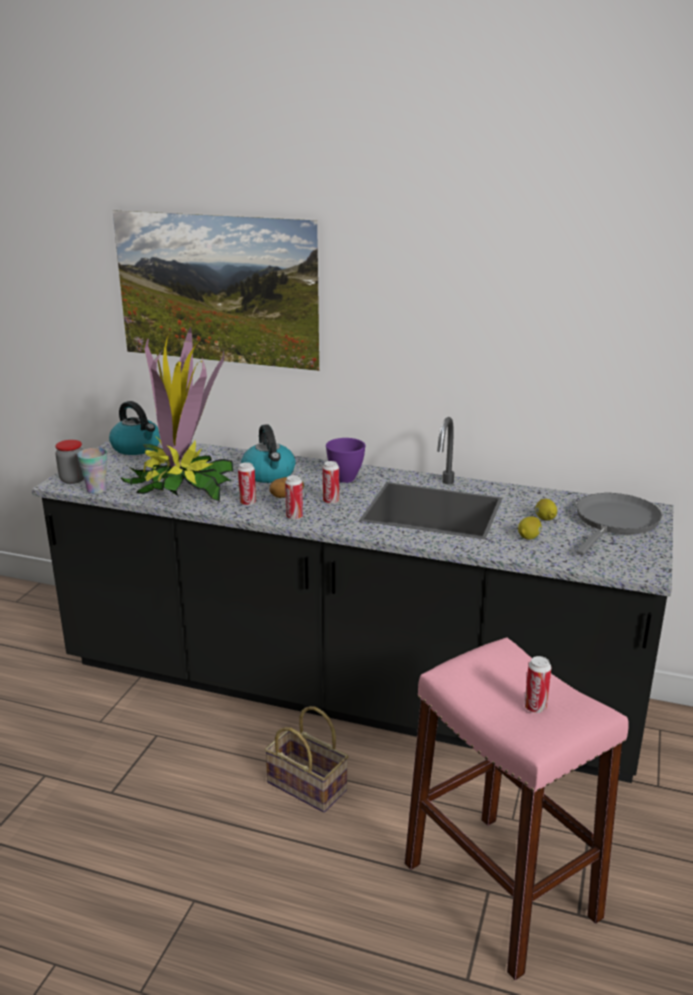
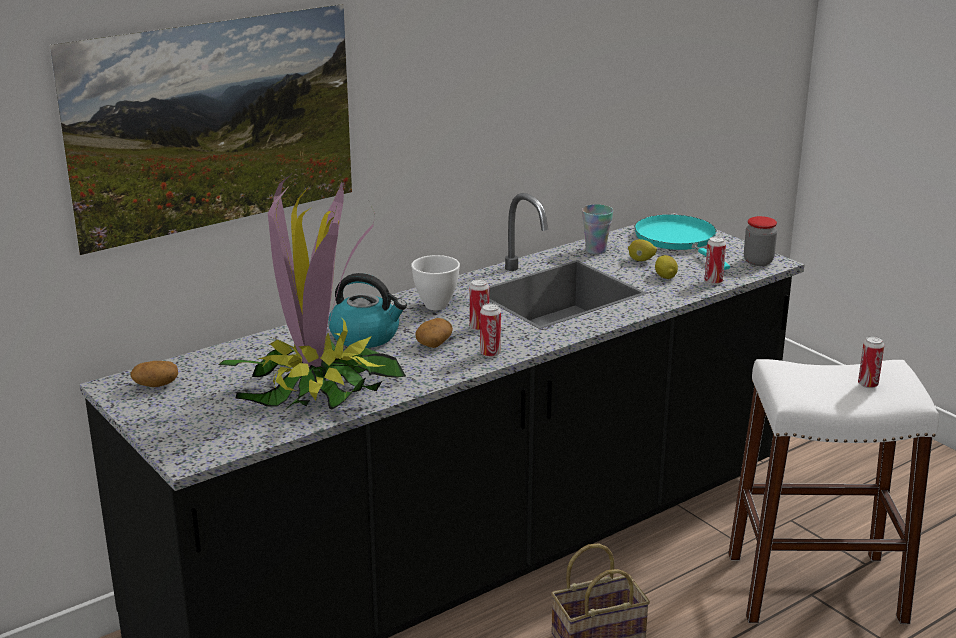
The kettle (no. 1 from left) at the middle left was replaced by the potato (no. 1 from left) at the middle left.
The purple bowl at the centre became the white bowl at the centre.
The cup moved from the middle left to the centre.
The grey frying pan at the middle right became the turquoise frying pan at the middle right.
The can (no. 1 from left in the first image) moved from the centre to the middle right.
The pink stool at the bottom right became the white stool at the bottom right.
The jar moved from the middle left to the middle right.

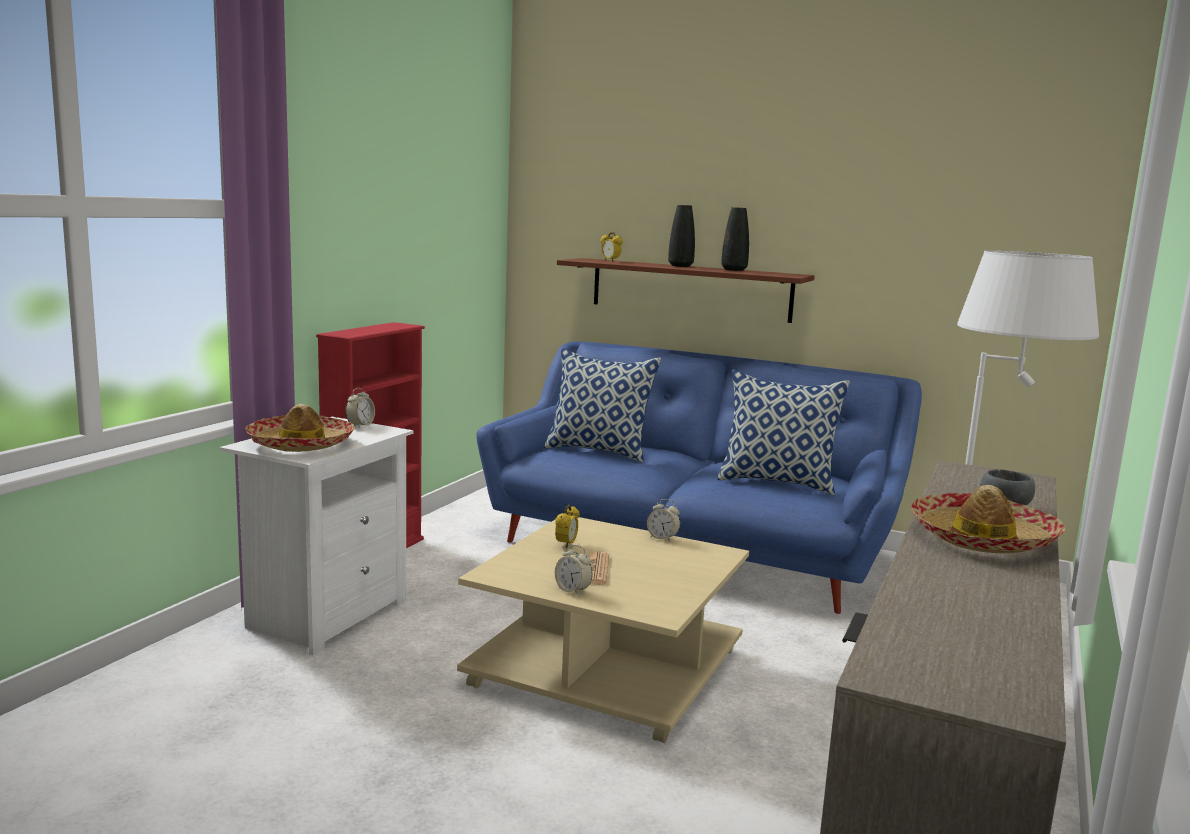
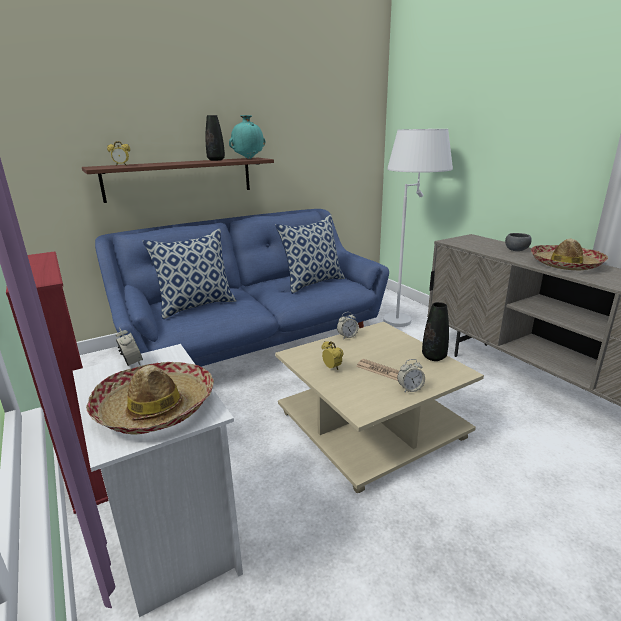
The turquoise vase at the top centre appeared.
The black vase (no. 1 from left in the first image) moved from the top centre to the middle right.

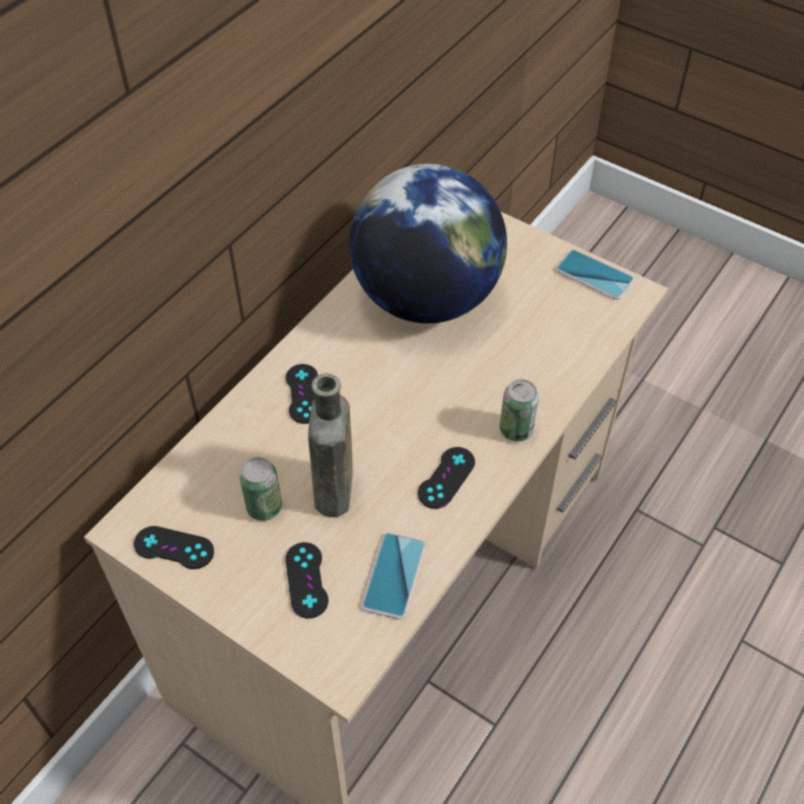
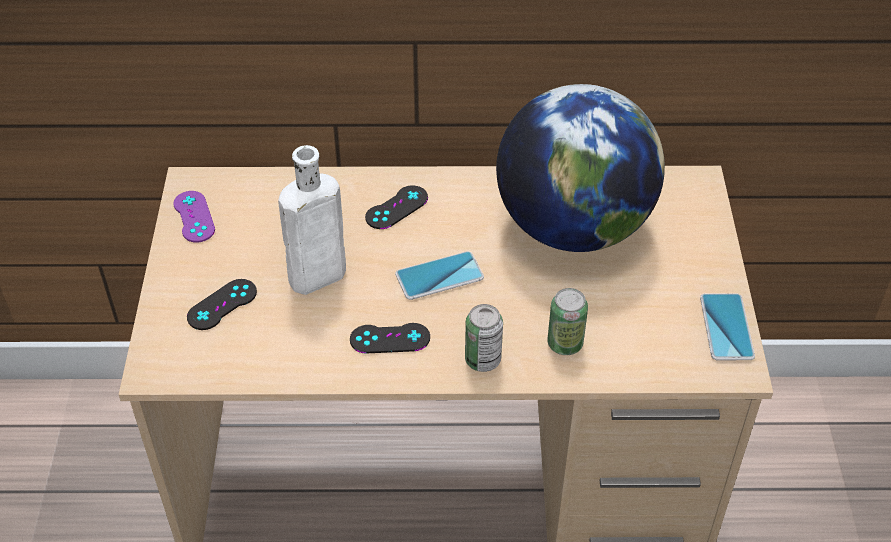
The black game controller (no. 1 from left) at the bottom left became the purple game controller at the middle left.
The brown bottle at the centre became the white bottle at the centre.
The phone (no. 1 from left) moved from the bottom centre to the centre.
The can (no. 1 from left in the first image) moved from the middle left to the centre.

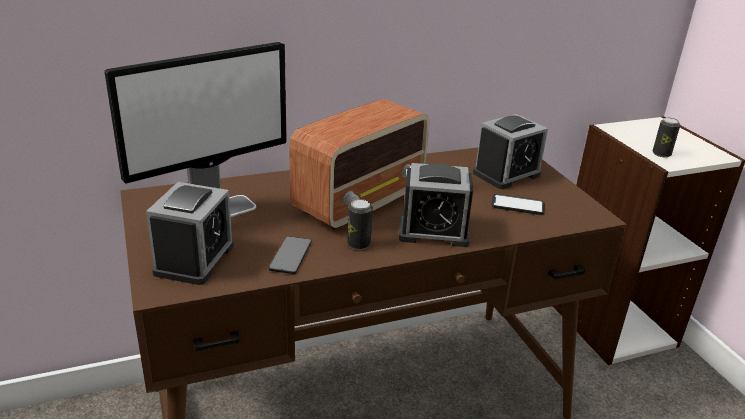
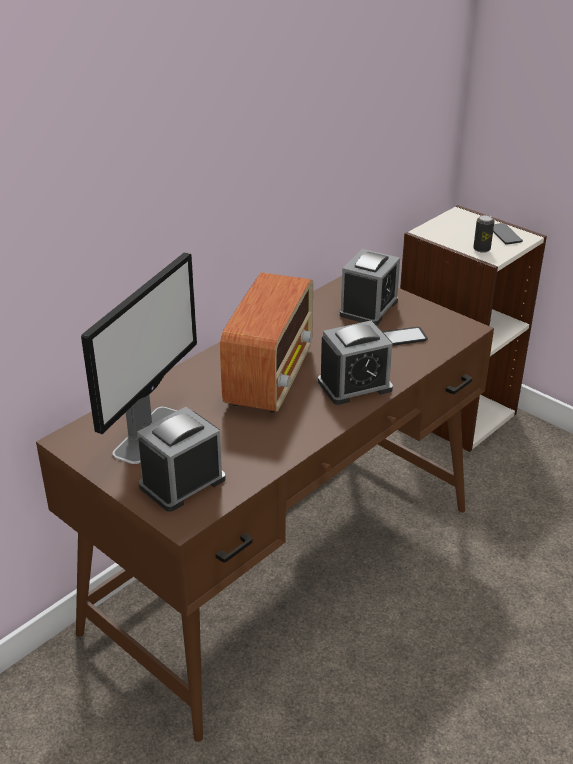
The alarm clock (no. 1 from left) at the middle left turned 120 degrees counterclockwise.
The phone (no. 1 from left in the first image) moved from the centre to the top right.
The can (no. 1 from left) at the centre disappeared.

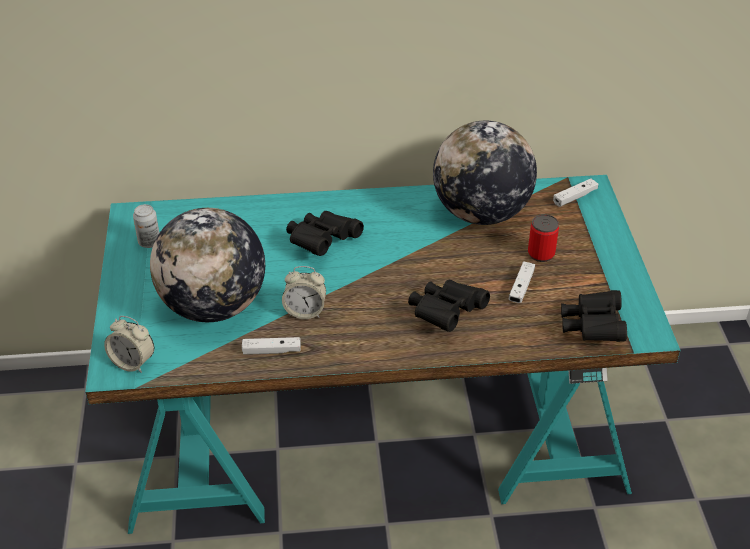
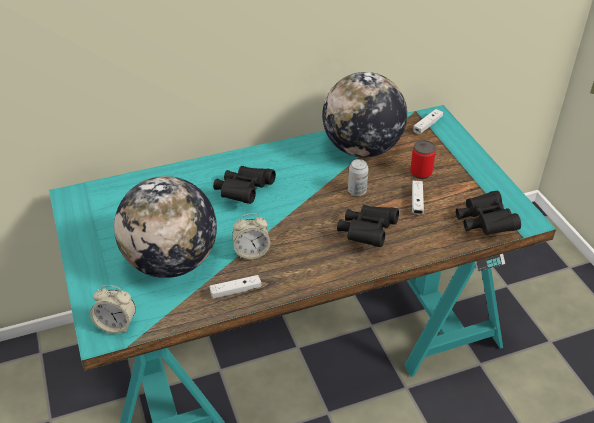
The can (no. 1 from left) moved from the middle left to the centre.

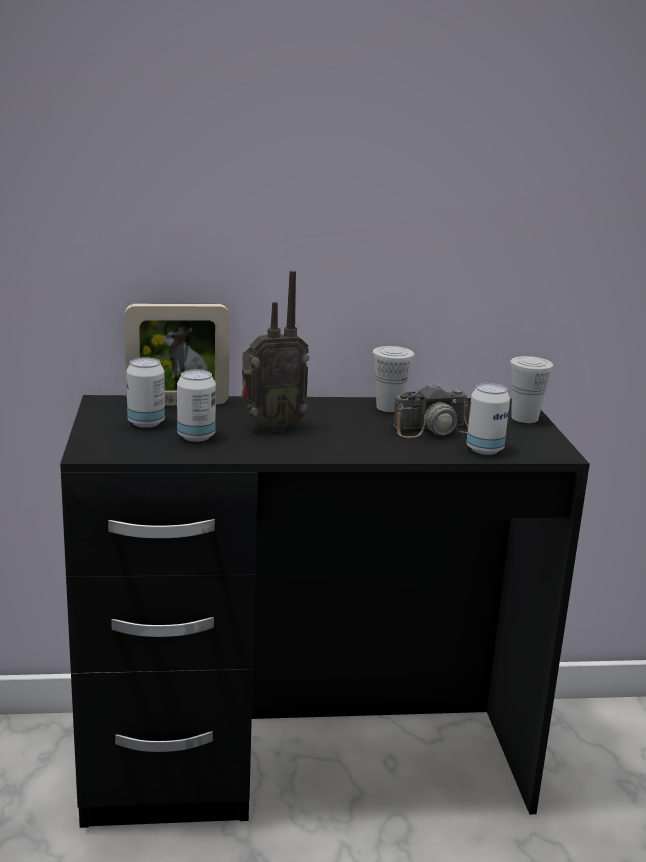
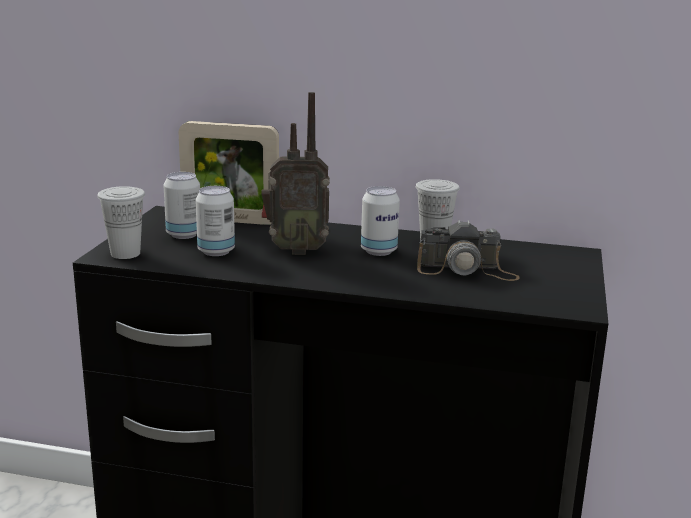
The white cup (no. 2 from left in the first image) moved from the middle right to the middle left.
The can (no. 3 from left) moved from the middle right to the centre.

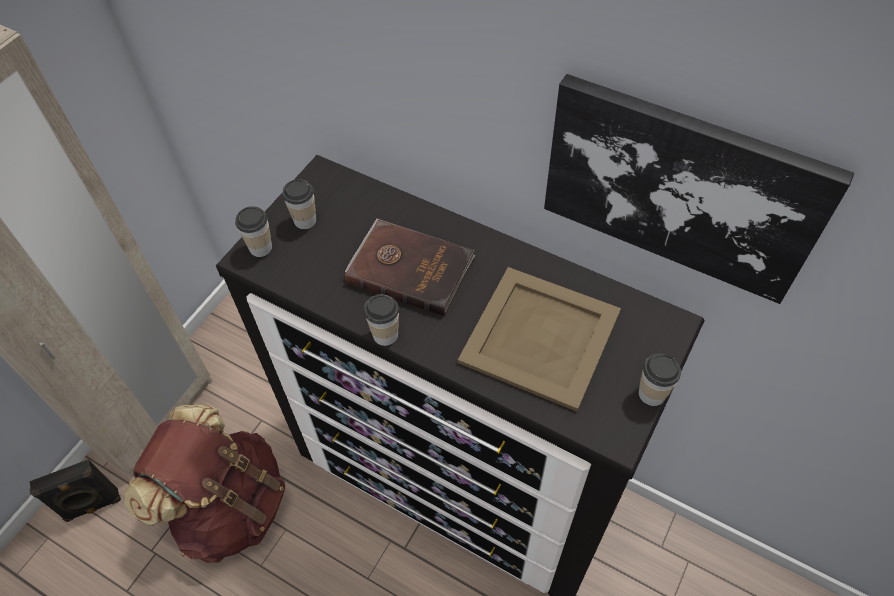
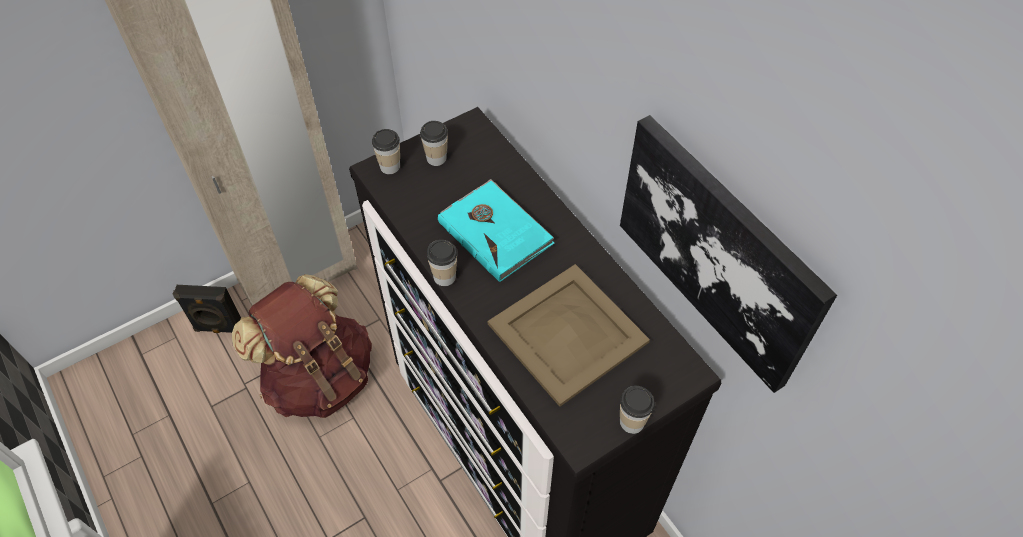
The brown book at the centre became the turquoise book at the centre.

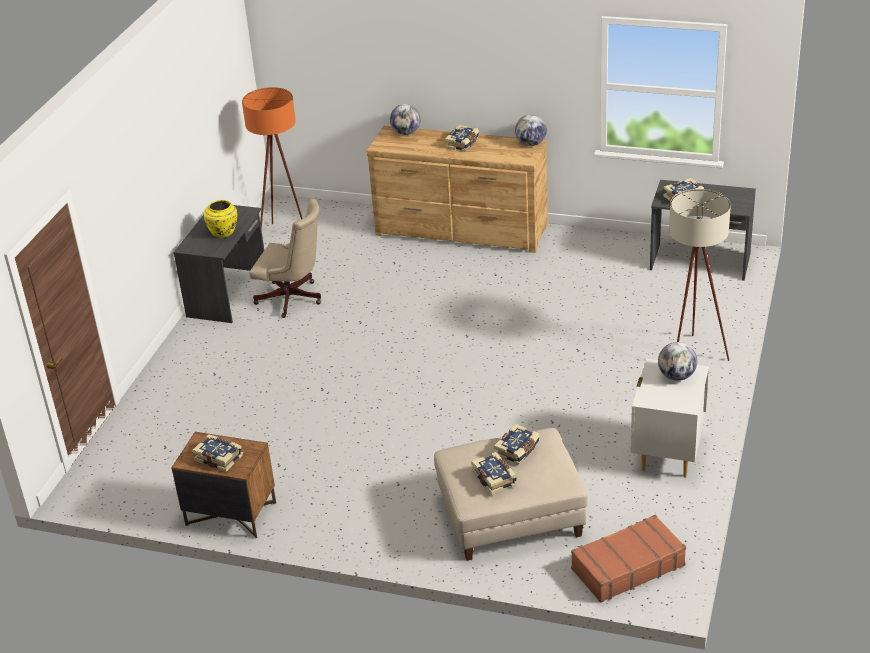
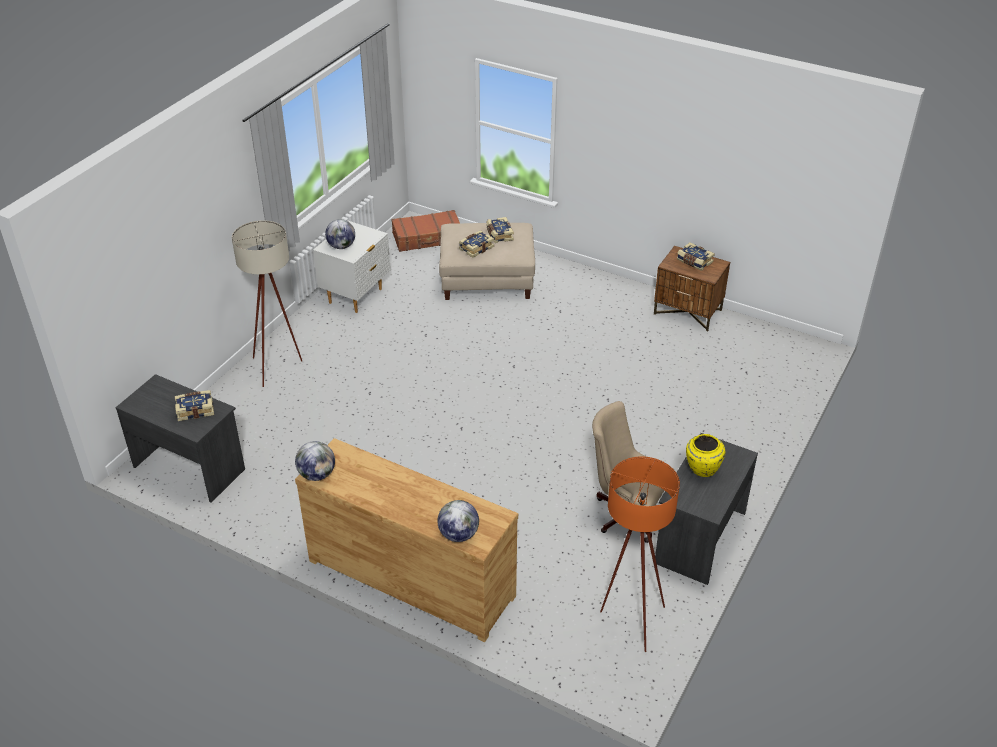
The book (no. 2 from left) at the top centre disappeared.

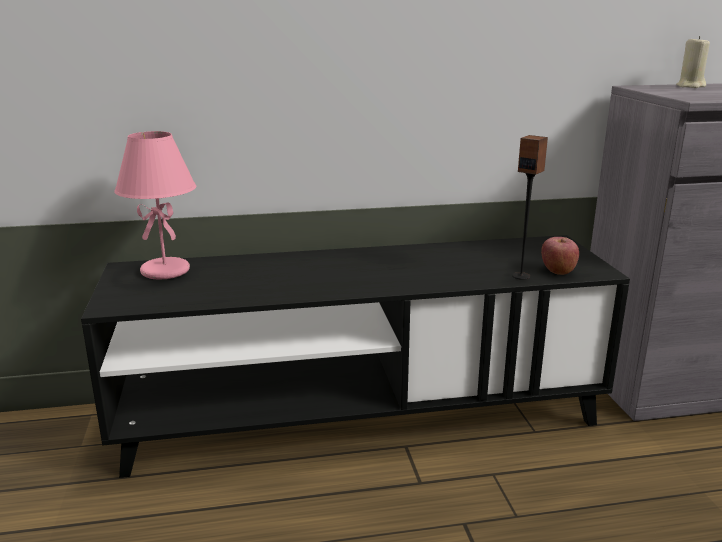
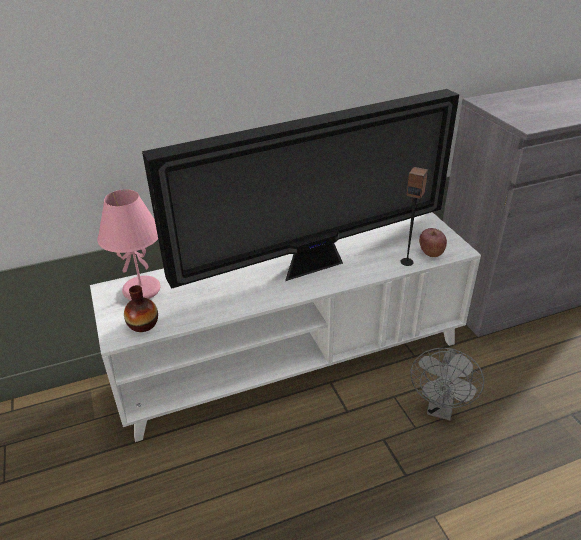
The black tv stand at the centre became the white tv stand at the centre.
The vase at the middle left appeared.
The television at the centre appeared.
The grey fan at the bottom right appeared.
The beige candle at the top right disappeared.

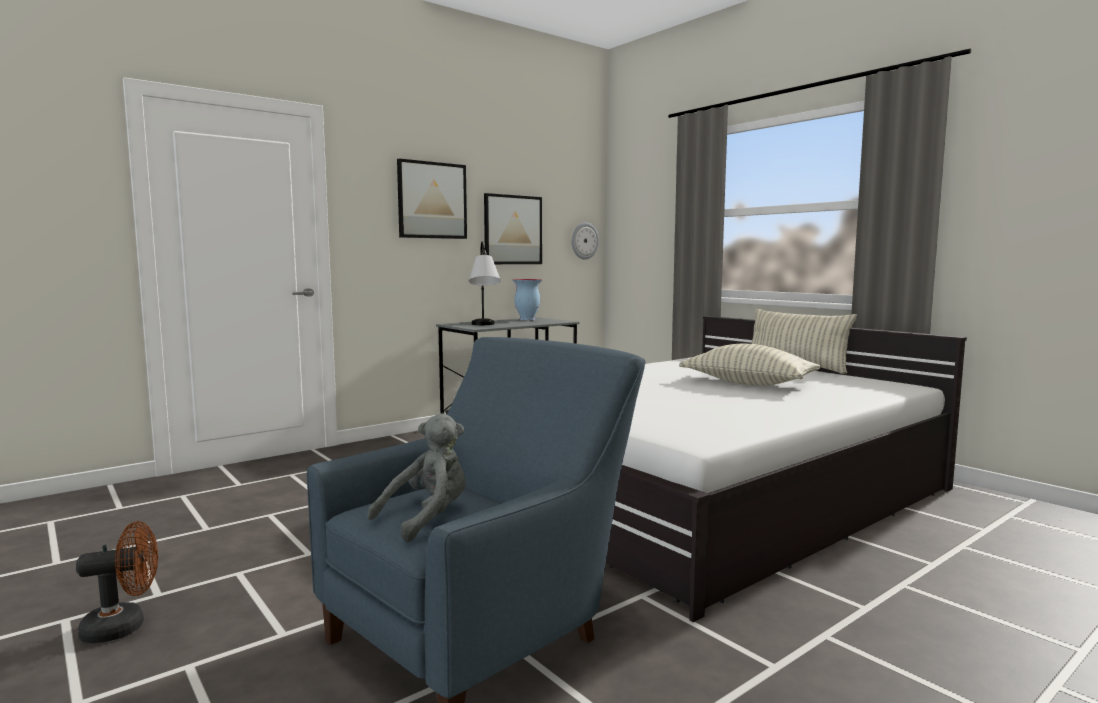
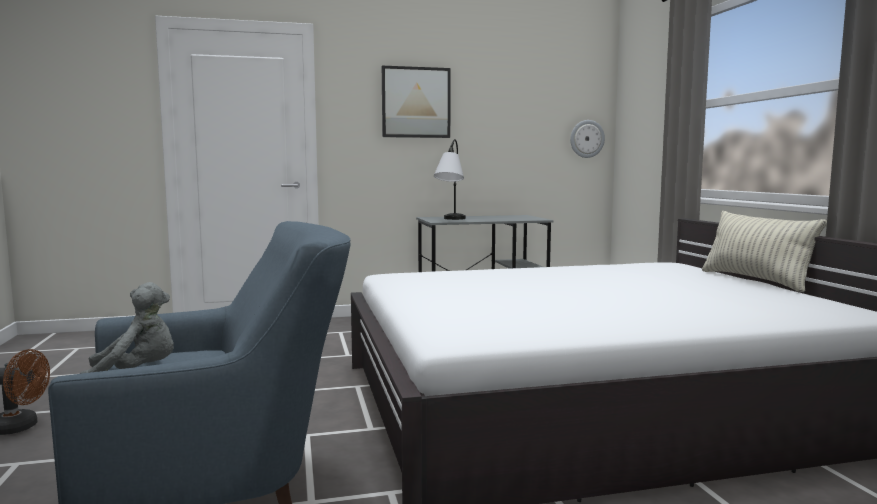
The picture (no. 2 from left) at the top centre disappeared.
The vase at the centre disappeared.
The pillow (no. 1 from left) at the middle right disappeared.

